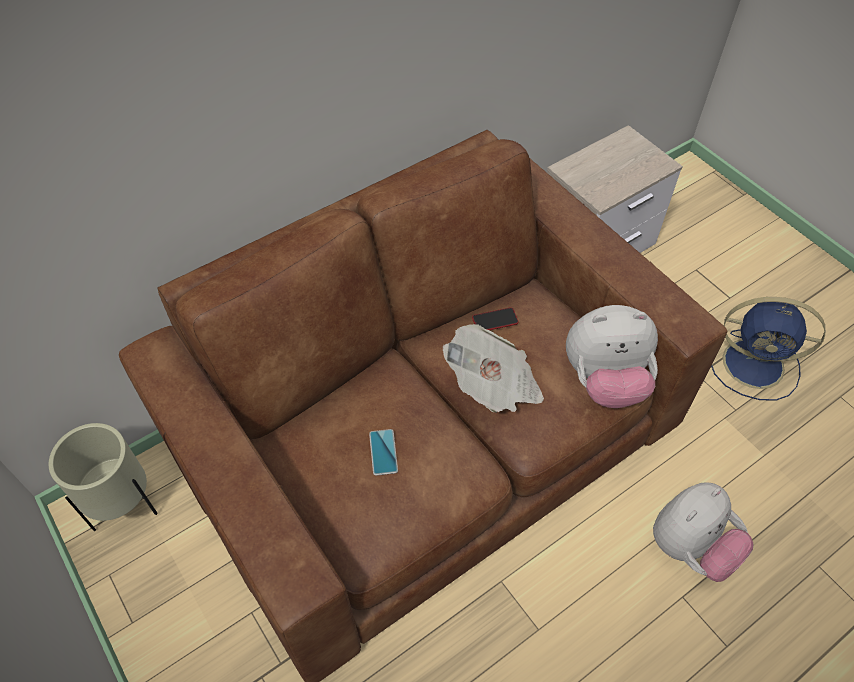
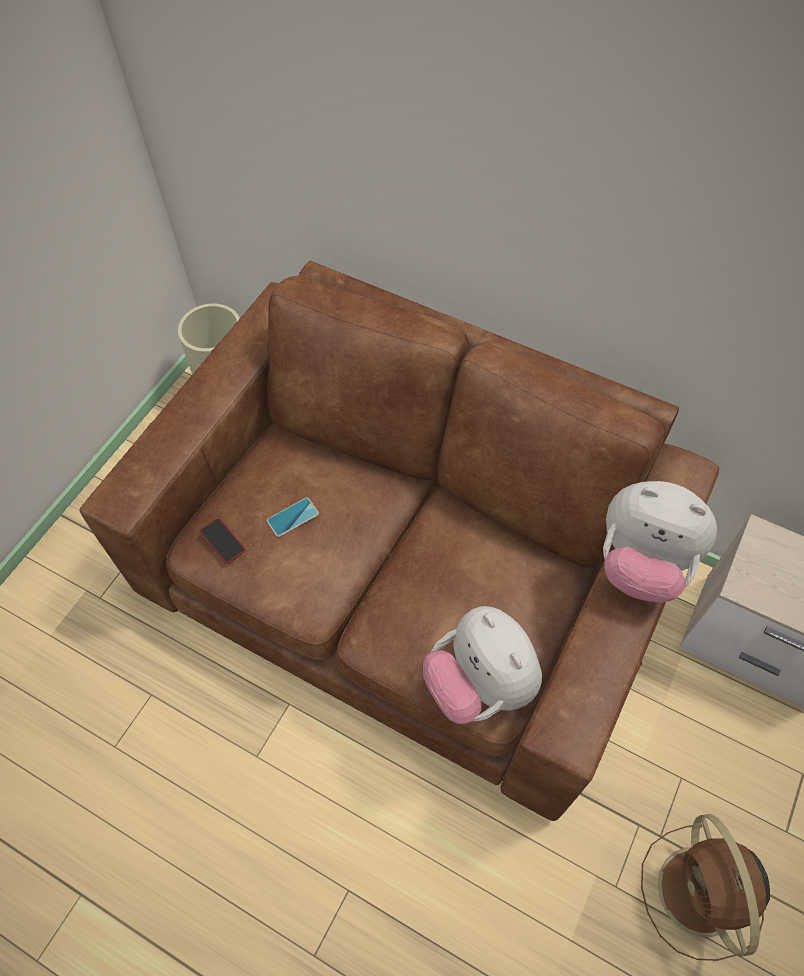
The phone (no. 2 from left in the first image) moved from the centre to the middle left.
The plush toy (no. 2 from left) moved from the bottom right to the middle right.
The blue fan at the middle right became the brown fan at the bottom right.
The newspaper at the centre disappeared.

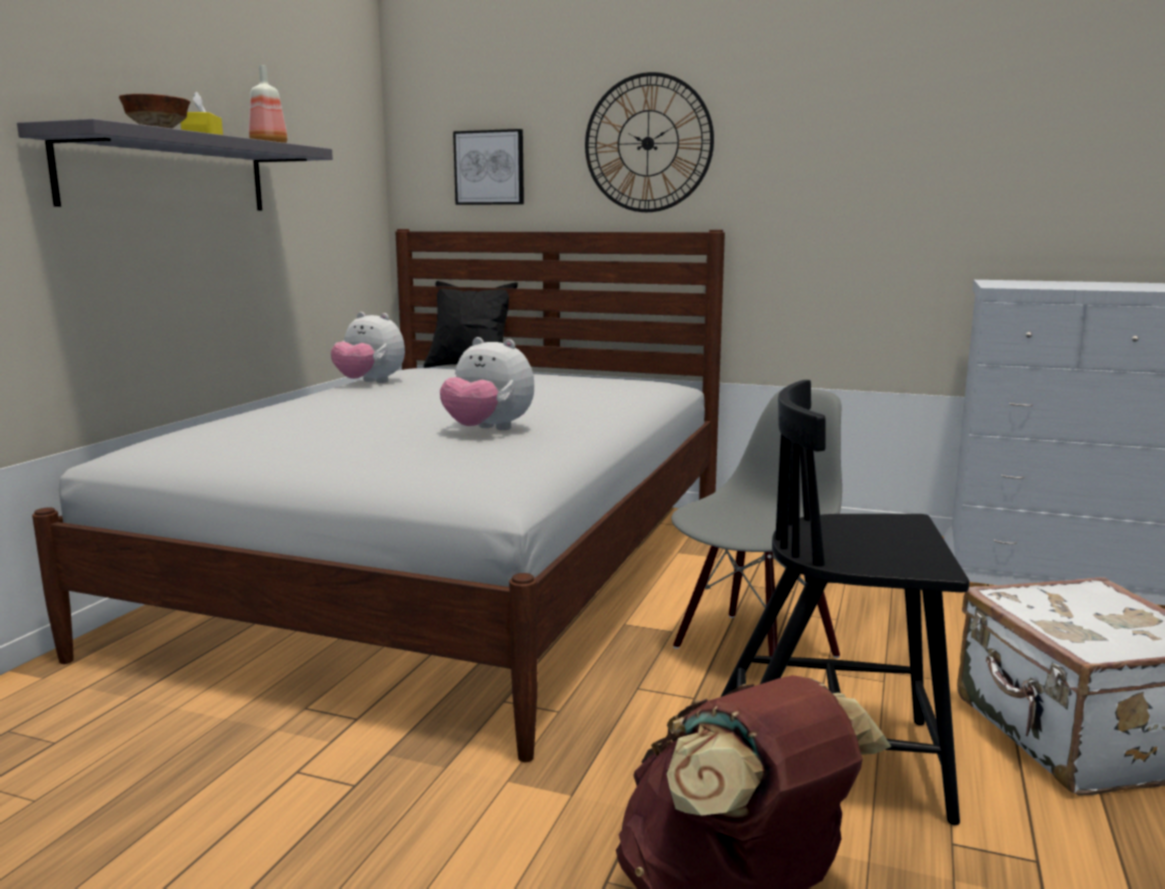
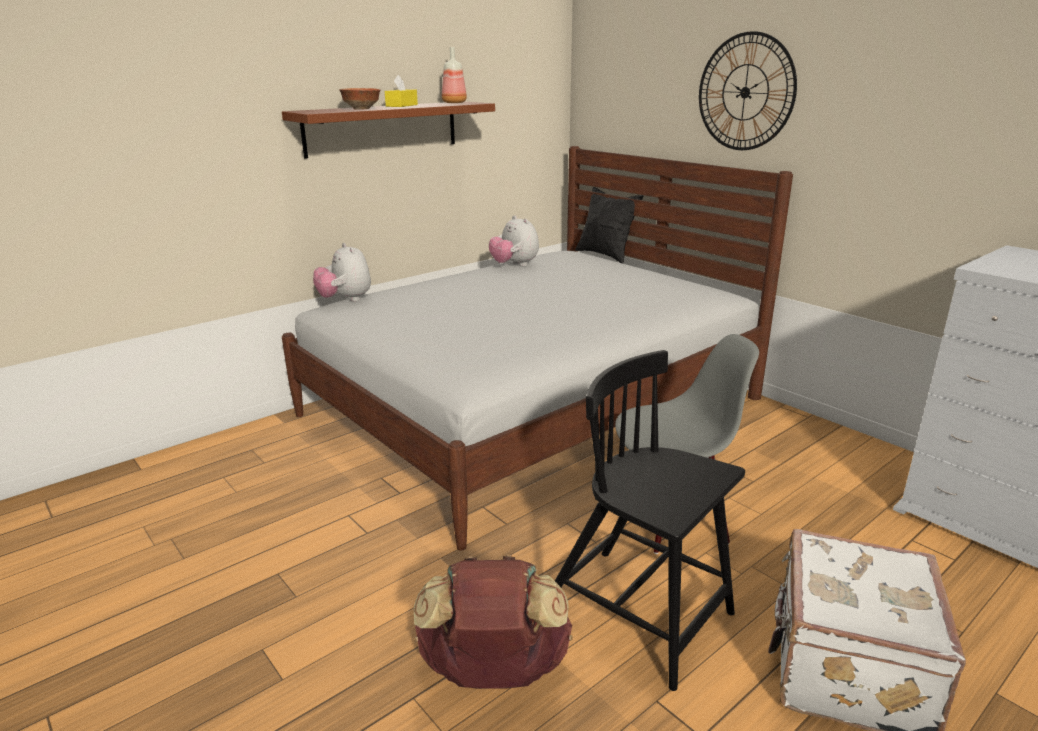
The grey shelf at the top left became the brown shelf at the top centre.
The plush toy (no. 2 from left in the first image) moved from the centre to the middle left.
The picture at the top centre disappeared.

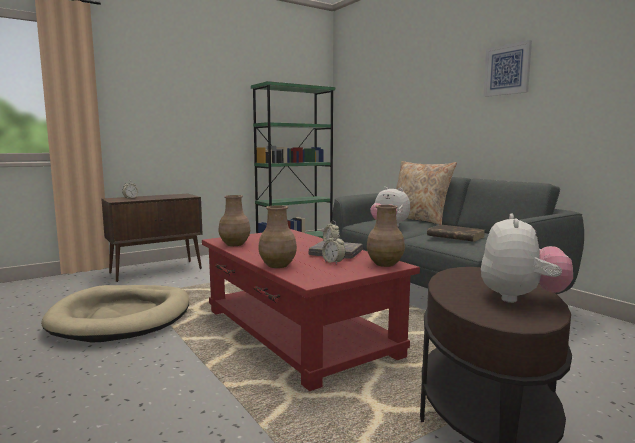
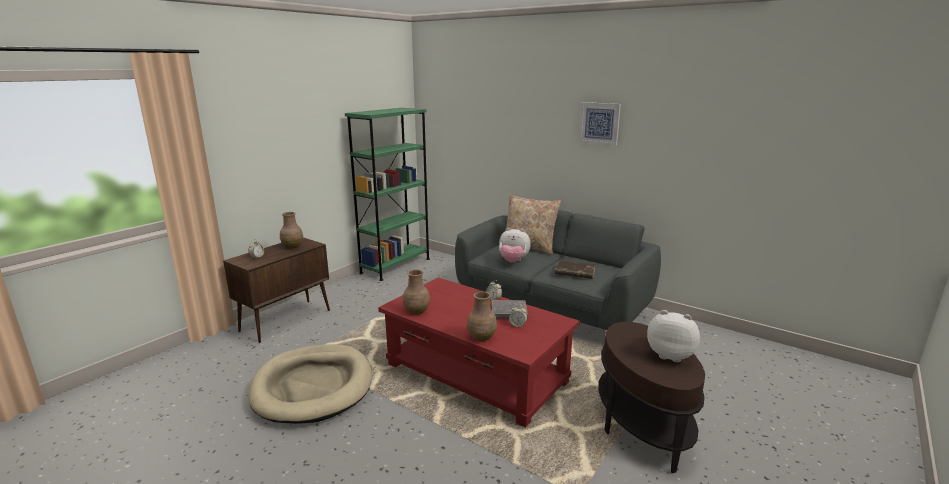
The brown vase (no. 3 from left in the first image) moved from the centre to the middle left.
The plush toy (no. 2 from left) at the middle right turned 60 degrees counterclockwise.

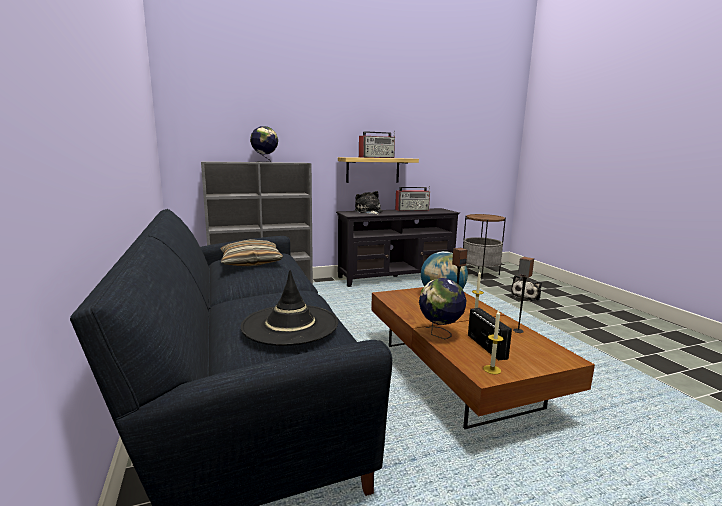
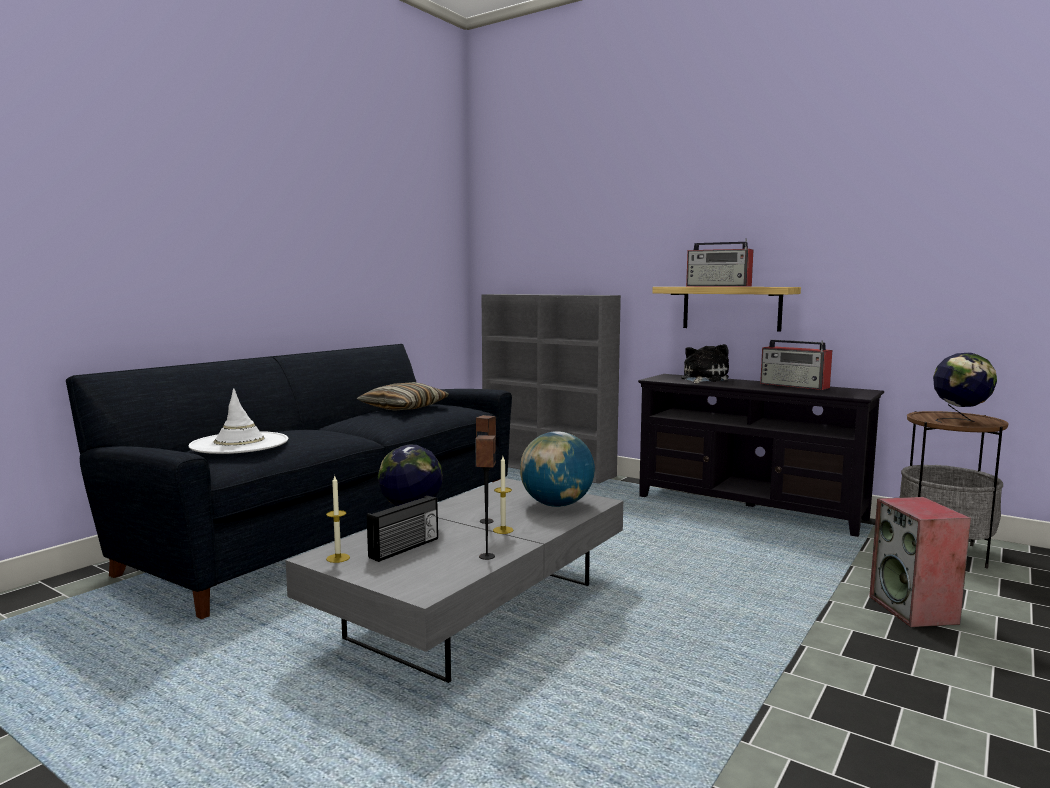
The black hat at the centre became the white hat at the middle left.
The brown coffee table at the bottom right became the grey coffee table at the bottom centre.
The plush toy (no. 2 from left) at the middle right was replaced by the speaker (no. 3 from left) at the bottom right.
The globe (no. 1 from left in the first image) moved from the top centre to the middle right.

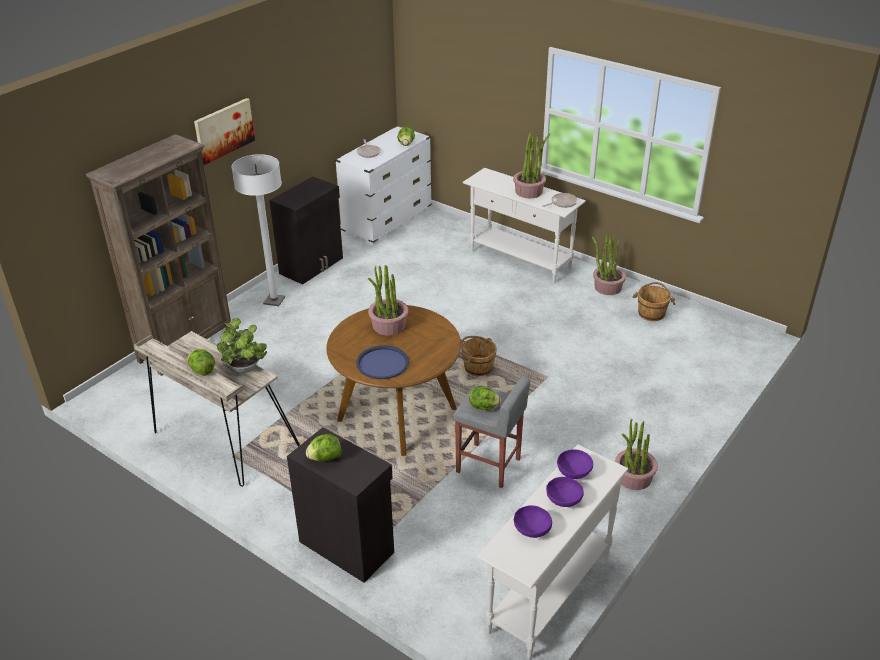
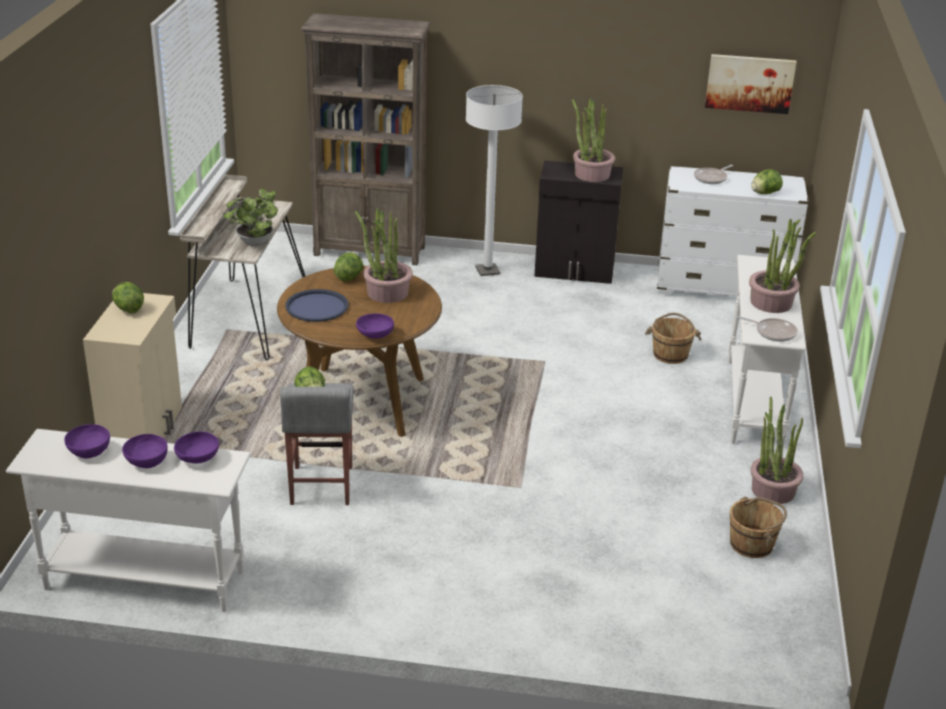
The black cabinet (no. 2 from left) at the bottom centre became the beige cabinet at the middle left.
The lettuce (no. 1 from left in the first image) moved from the middle left to the centre.
The purple bowl (no. 4 from left) at the centre appeared.
The potted plant (no. 5 from left in the first image) moved from the bottom right to the top centre.
The brown bucket (no. 1 from left) moved from the centre to the middle right.
The picture moved from the top left to the top right.

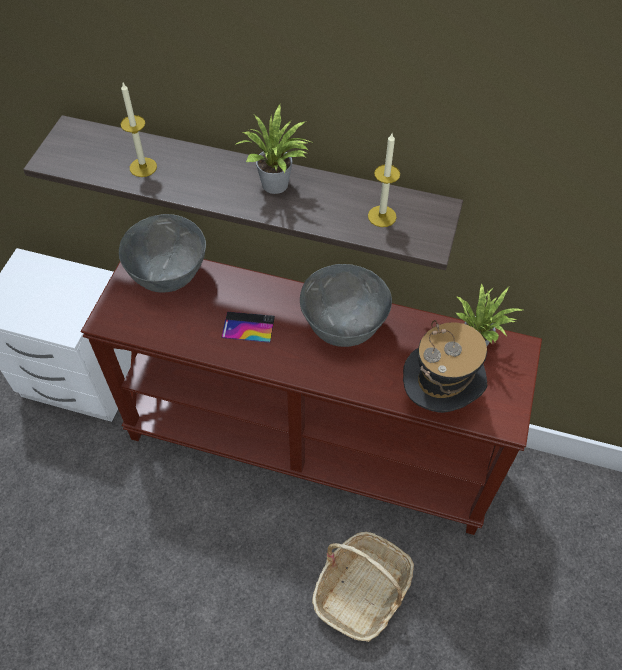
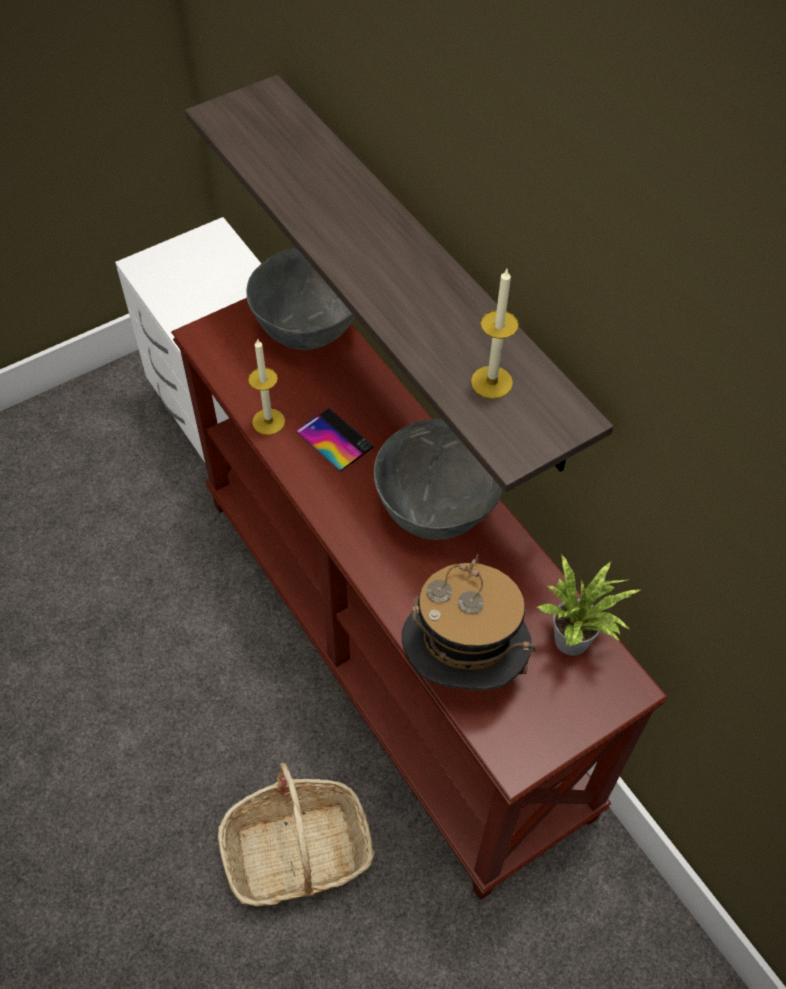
The candle (no. 1 from left) moved from the top left to the centre.
The potted plant (no. 1 from left) at the top centre disappeared.

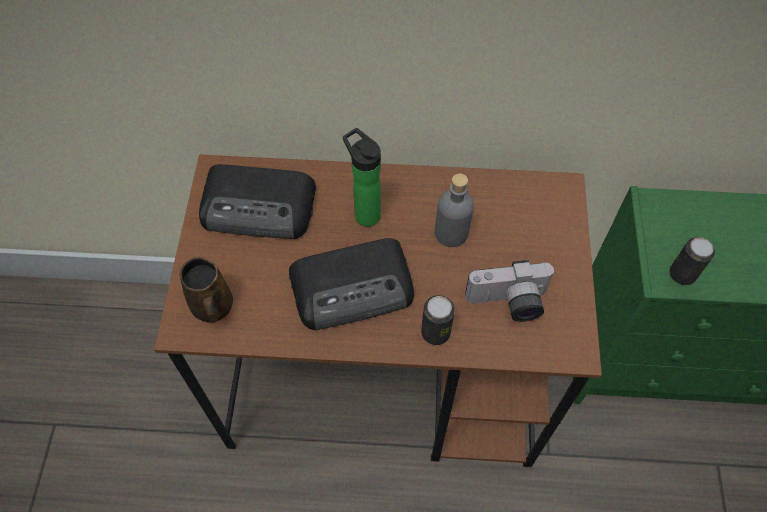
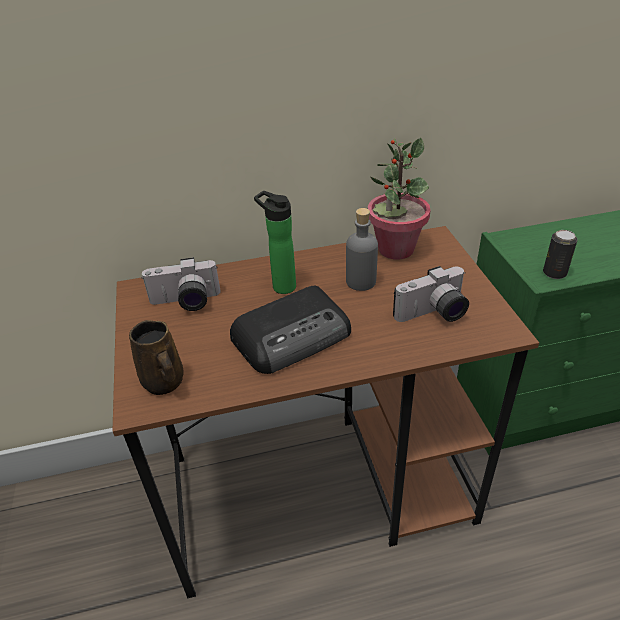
The radio (no. 1 from left) at the centre was replaced by the photo camera (no. 1 from left) at the middle left.
The potted plant at the top centre appeared.
The can (no. 1 from left) at the centre disappeared.

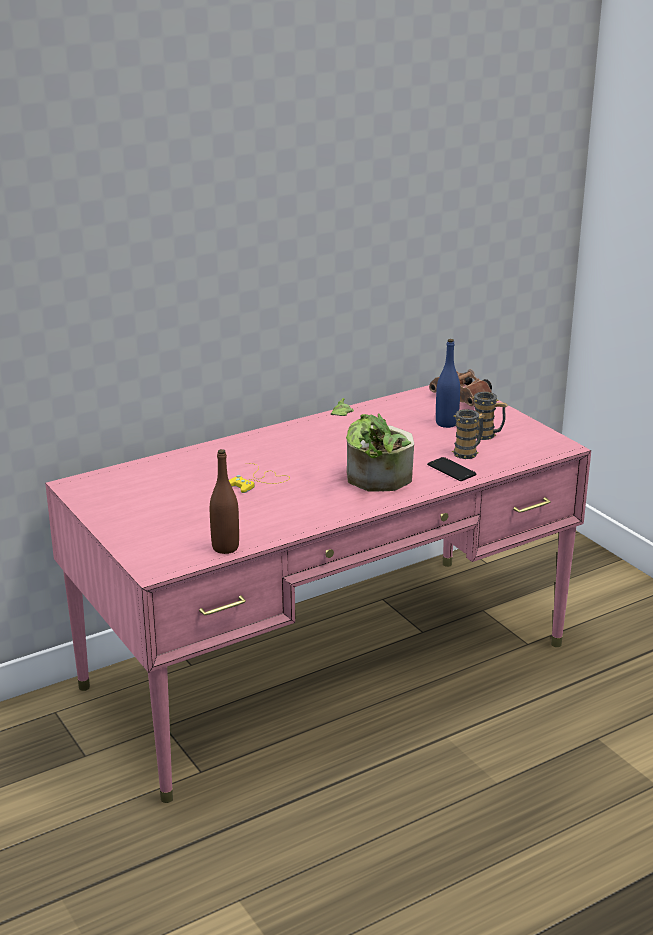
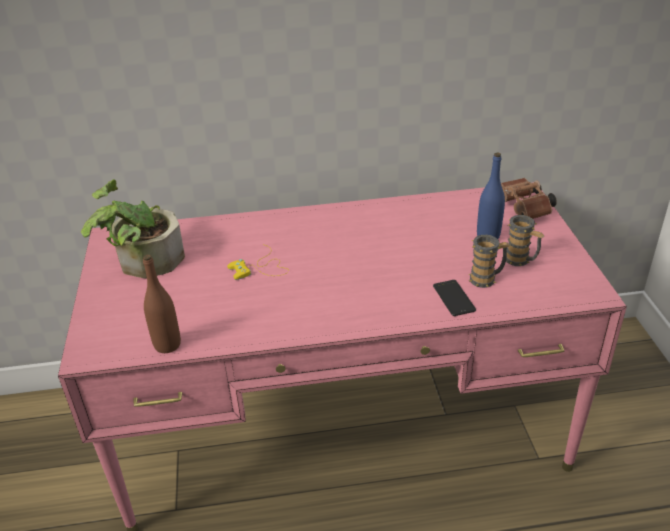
The potted plant moved from the centre to the middle left.

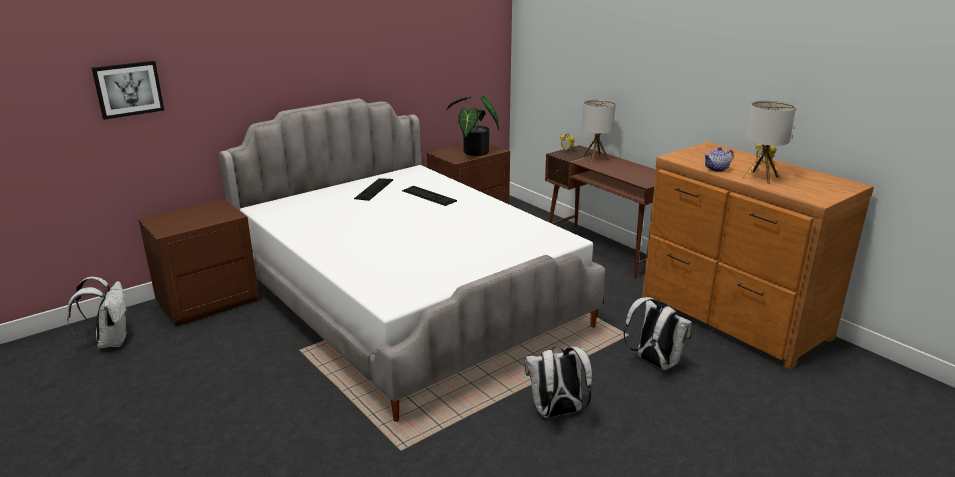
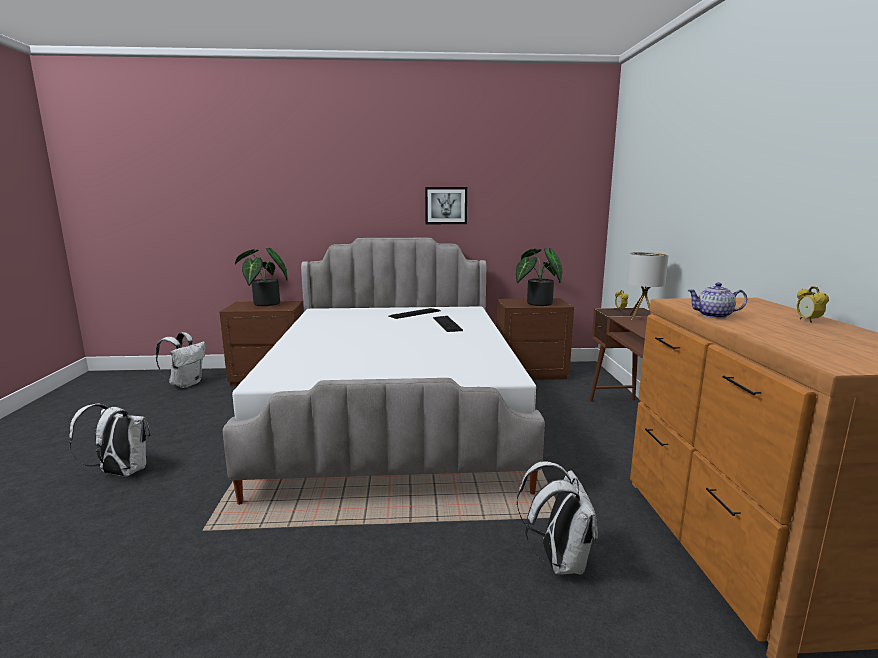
The white backpack (no. 2 from left in the first image) moved from the bottom centre to the bottom left.
The potted plant (no. 1 from left) at the middle left appeared.
The picture moved from the top left to the top centre.
The table lamp (no. 2 from left) at the top right disappeared.

